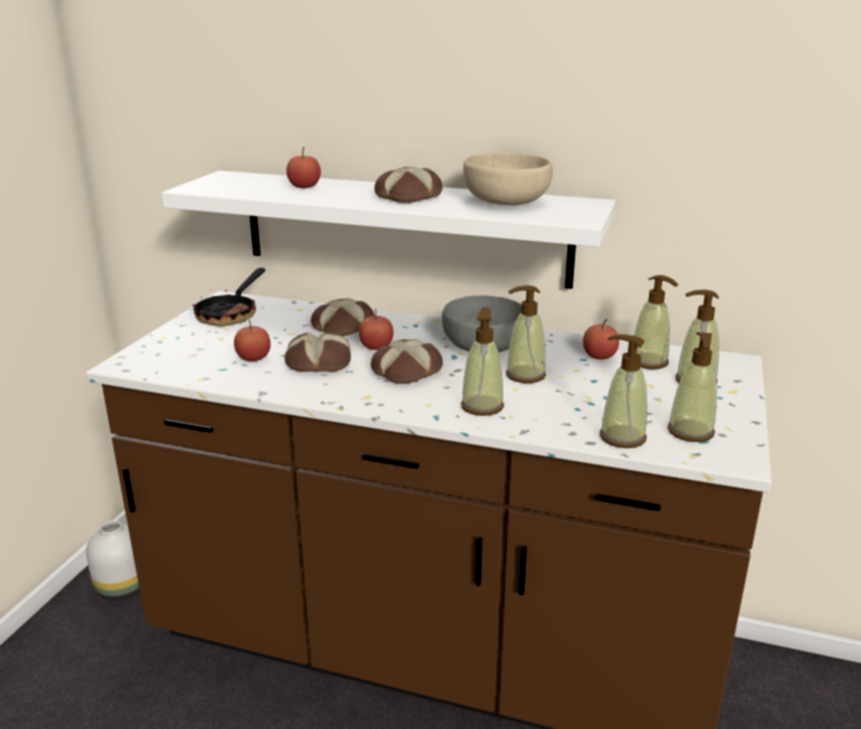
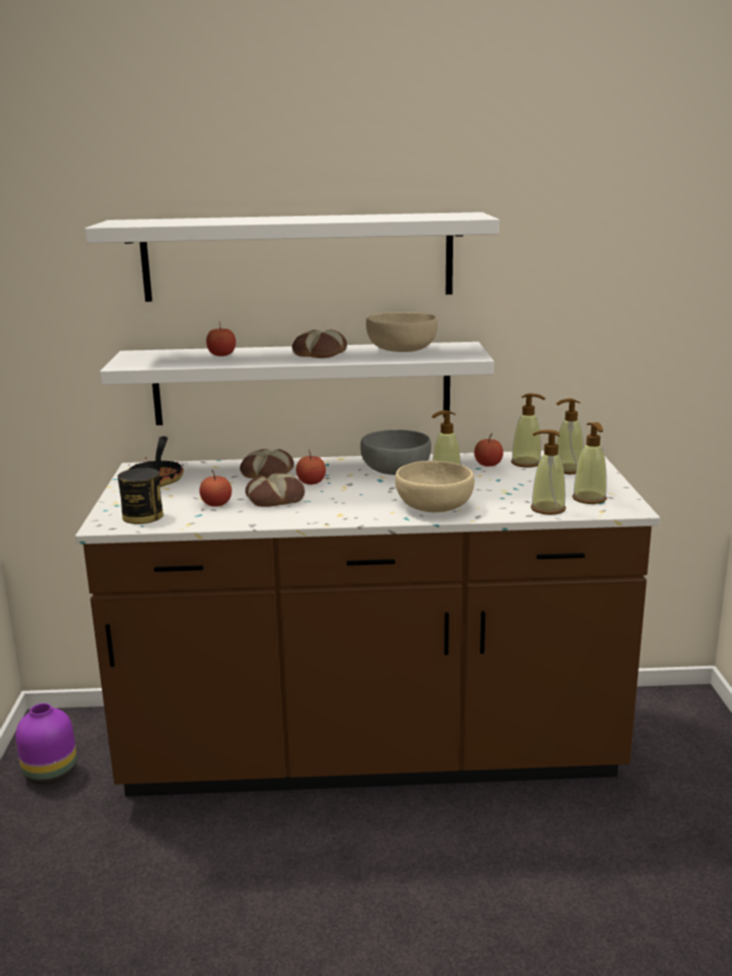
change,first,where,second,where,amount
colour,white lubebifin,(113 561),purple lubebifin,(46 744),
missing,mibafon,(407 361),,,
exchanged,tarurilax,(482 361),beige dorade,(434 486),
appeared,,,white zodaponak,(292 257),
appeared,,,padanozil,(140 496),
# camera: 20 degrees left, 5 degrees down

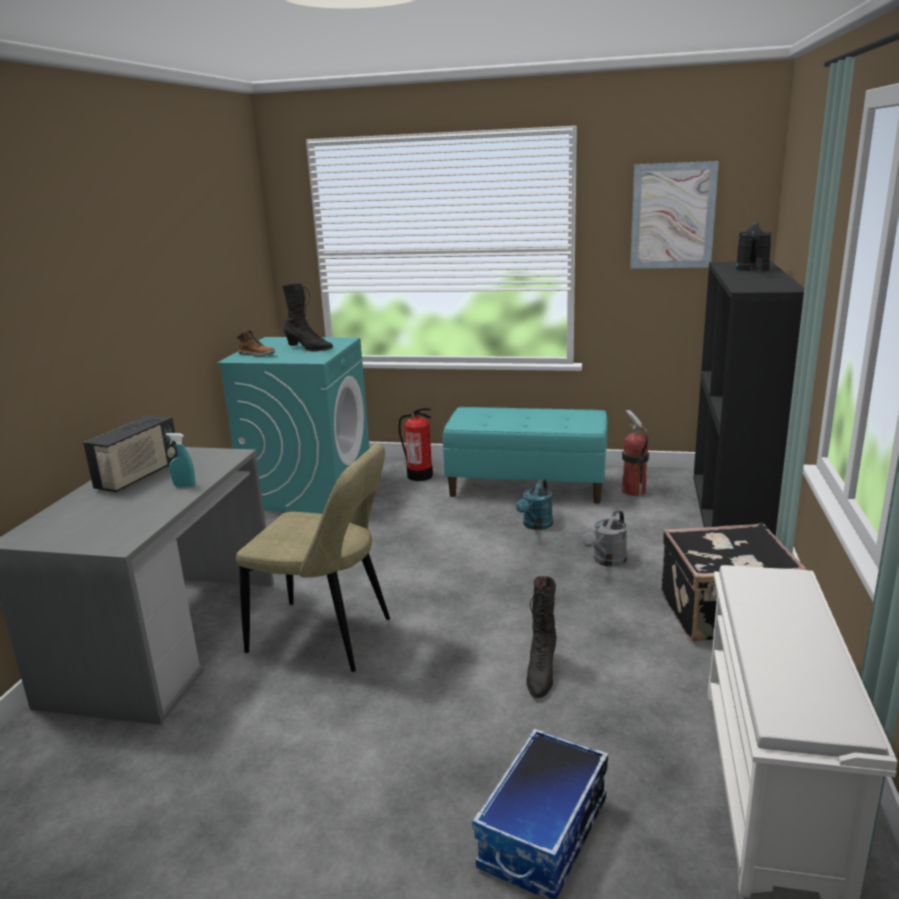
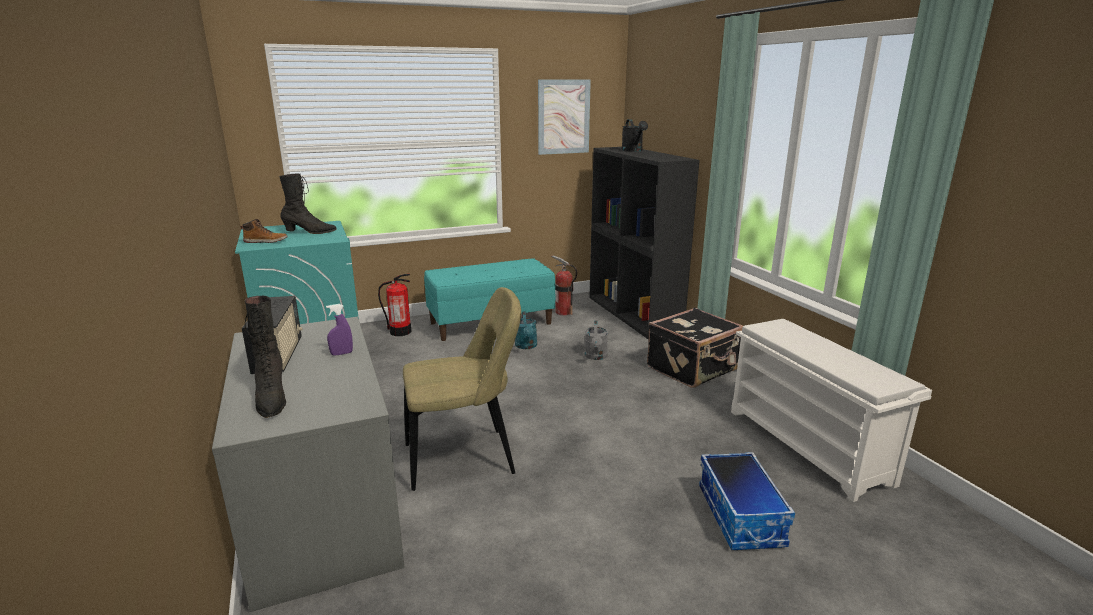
change,first,where,second,where,amount
colour,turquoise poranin,(180 460),purple poranin,(339 329),
relocated,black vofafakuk,(542 637),,(265 357),
# camera: 35 degrees left, 0 degrees up

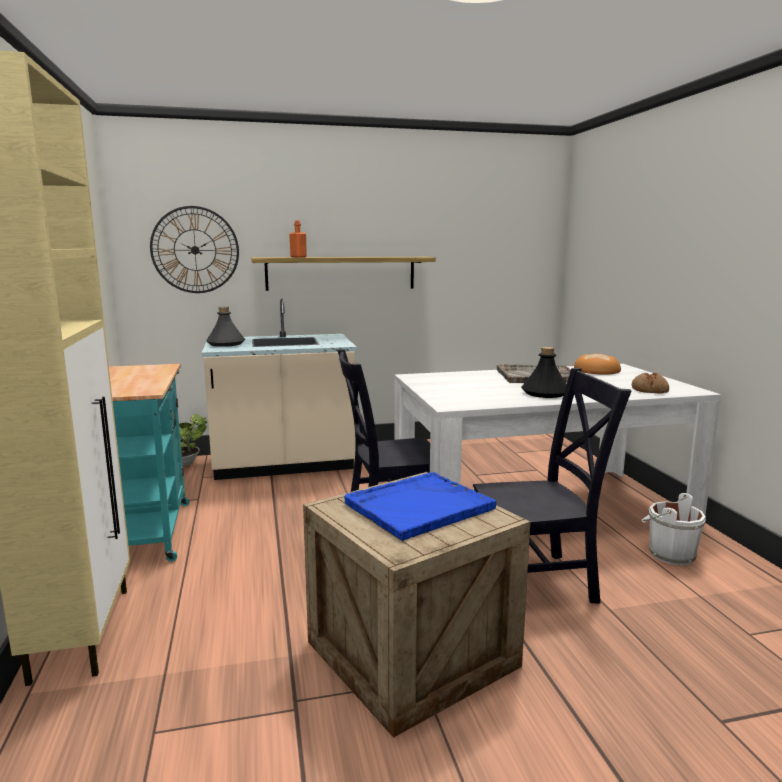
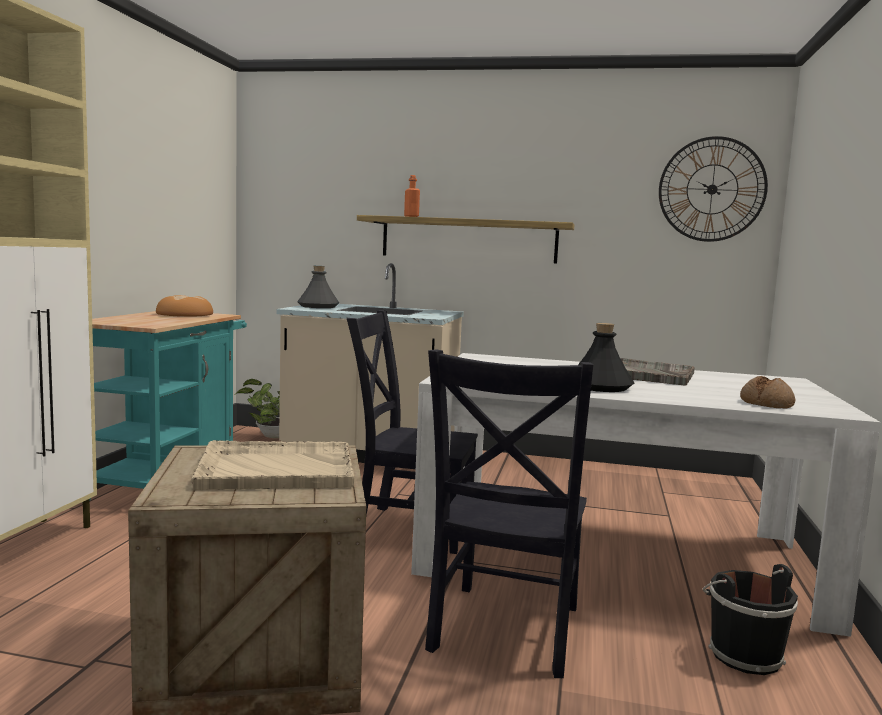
change,first,where,second,where,amount
relocated,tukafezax,(194 249),,(713 189),
colour,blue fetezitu,(420 506),beige fetezitu,(273 465),
spun,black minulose,(552 486),,(509 513),90 degrees clockwise
relocated,mibafon,(597 364),,(184 306),
colour,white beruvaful,(674 529),black beruvaful,(750 619),
# camera: 25 degrees right, 5 degrees down

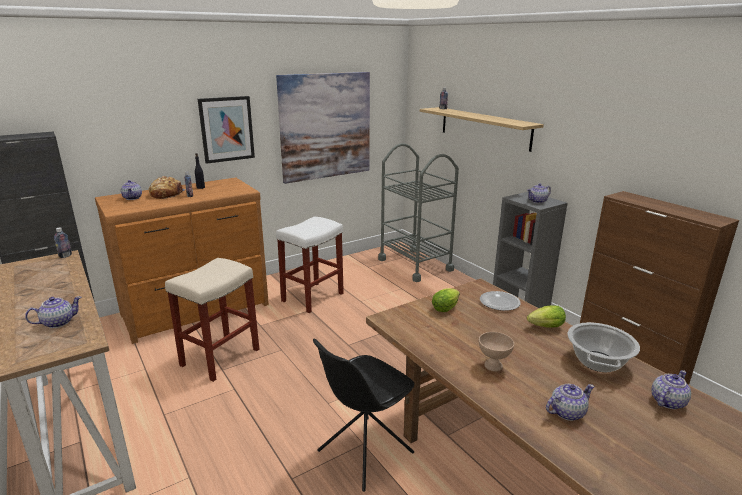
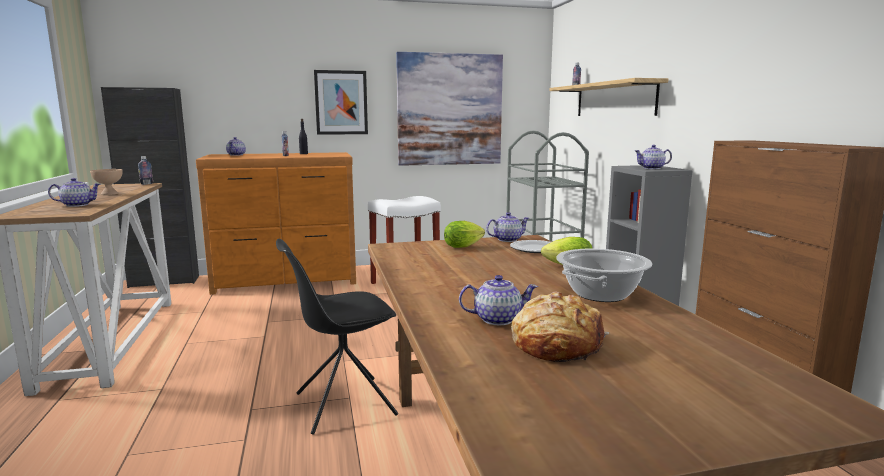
change,first,where,second,where,amount
relocated,mibafon,(167 187),,(560 327),
missing,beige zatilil,(212 320),,,
relocated,beige dorade,(496 352),,(106 182),
relocated,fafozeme,(671 389),,(507 227),
# camera: 20 degrees right, 10 degrees down

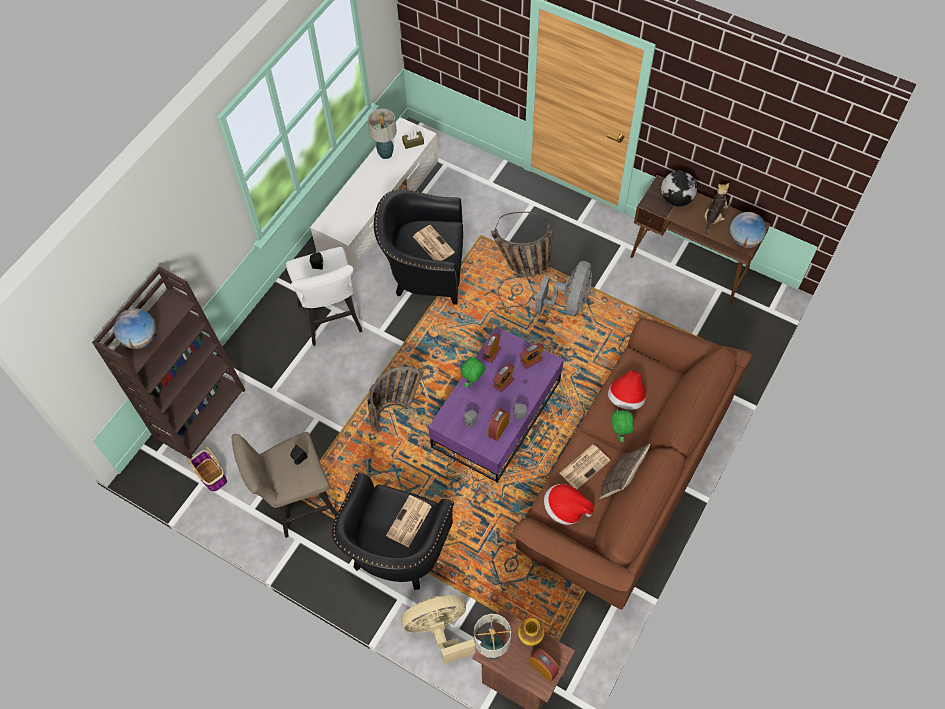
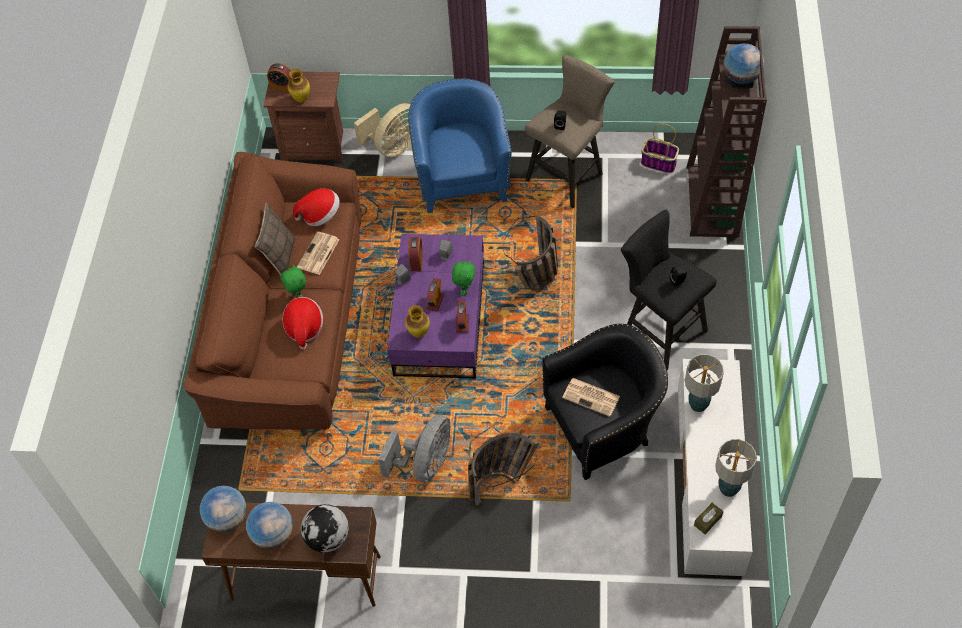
change,first,where,second,where,amount
colour,white zatilil,(324 296),black zatilil,(669 290),
colour,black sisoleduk,(393 531),blue sisoleduk,(460 146),
missing,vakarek,(409 521),,,
relocated,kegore,(492 637),,(704 383),
exchanged,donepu,(532 356),lubebifin,(417 321),
spun,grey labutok,(563 288),,(414 449),150 degrees counterclockwise
exchanged,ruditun,(716 209),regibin,(269 525),
# camera: 155 degrees right, 5 degrees down

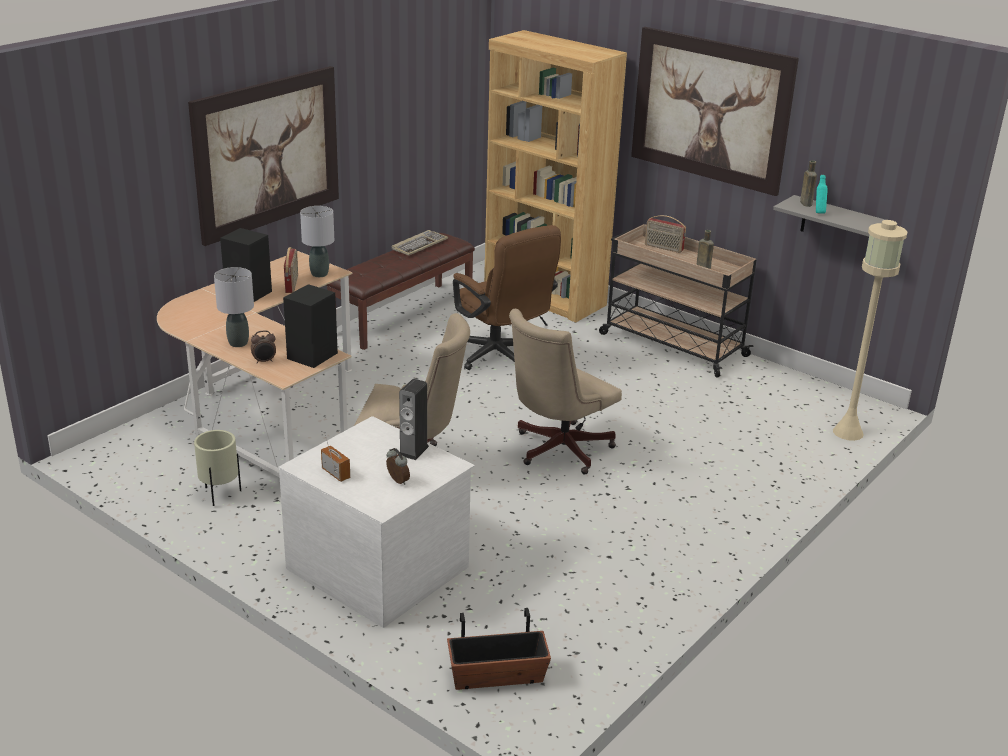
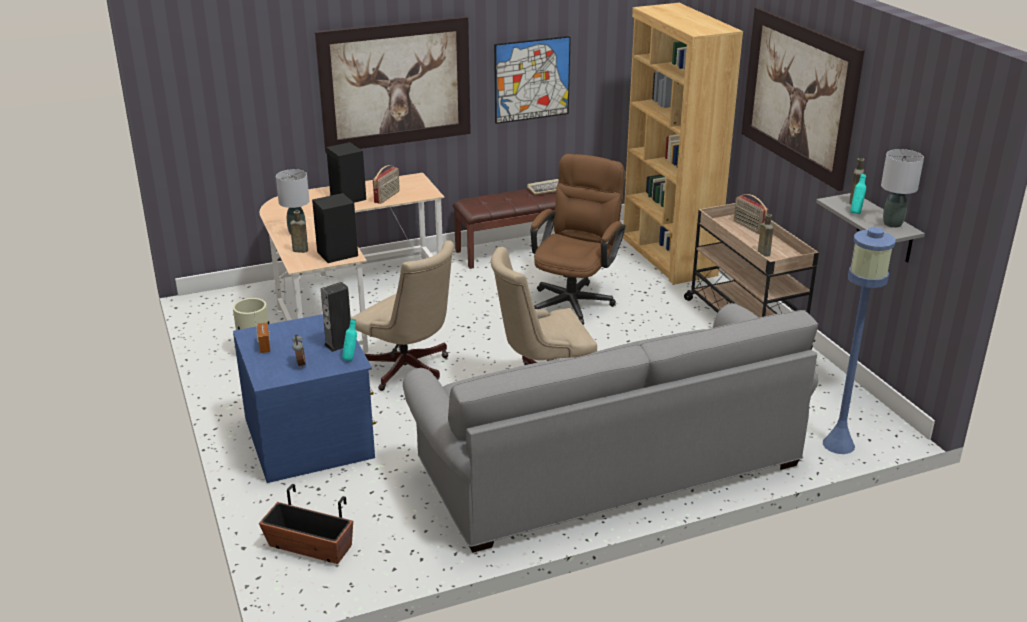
change,first,where,second,where,amount
exchanged,donepu,(263 347),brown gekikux,(299 231),
colour,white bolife,(377 522),blue bolife,(304 398),
relocated,grey kegore,(317 241),,(902 188),
spun,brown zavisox,(507 297),,(578 239),150 degrees counterclockwise
colour,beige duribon,(870 330),blue duribon,(859 340),
appeared,,,turquoise gekikux,(349 340),
appeared,,,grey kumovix,(610 428),
appeared,,,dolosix,(532 80),
# camera: 30 degrees right, 0 degrees up

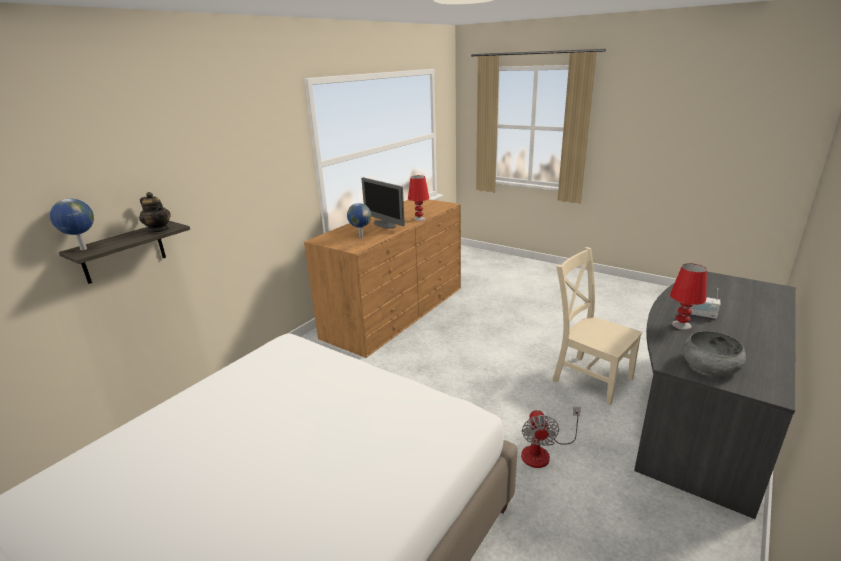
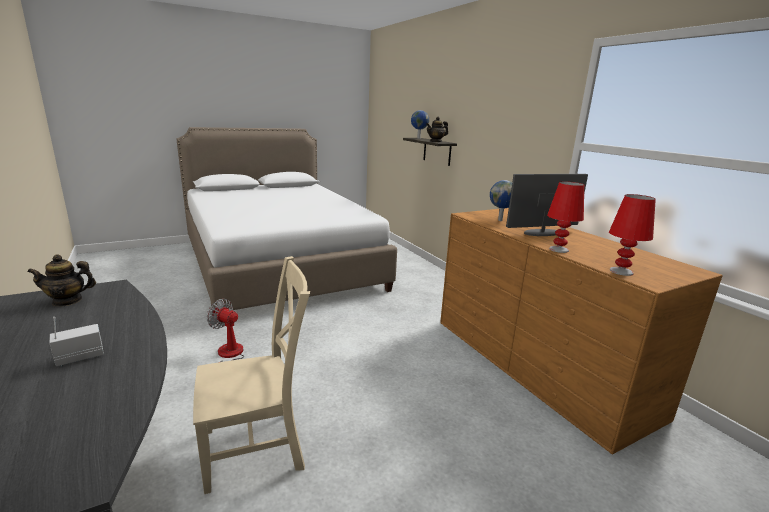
change,first,where,second,where,amount
relocated,red kegore,(688 296),,(632 235),
exchanged,grey dorade,(714 353),fafozeme,(61 280),
# camera: 115 degrees right, 5 degrees down

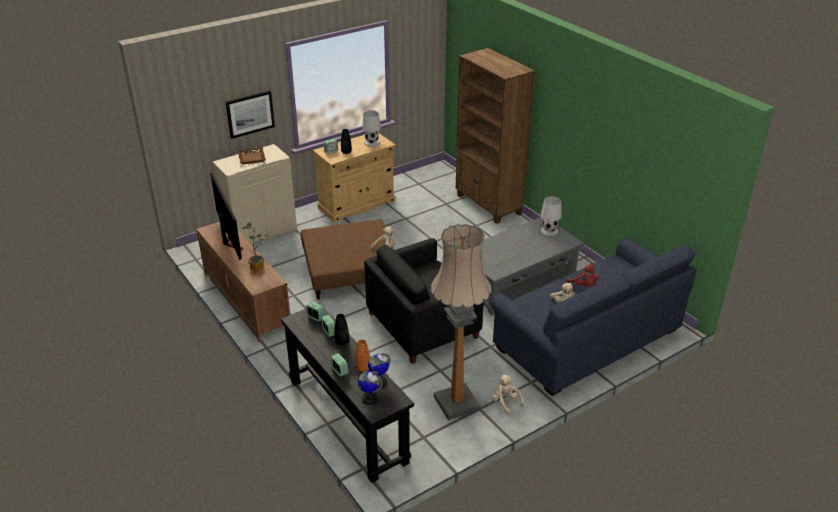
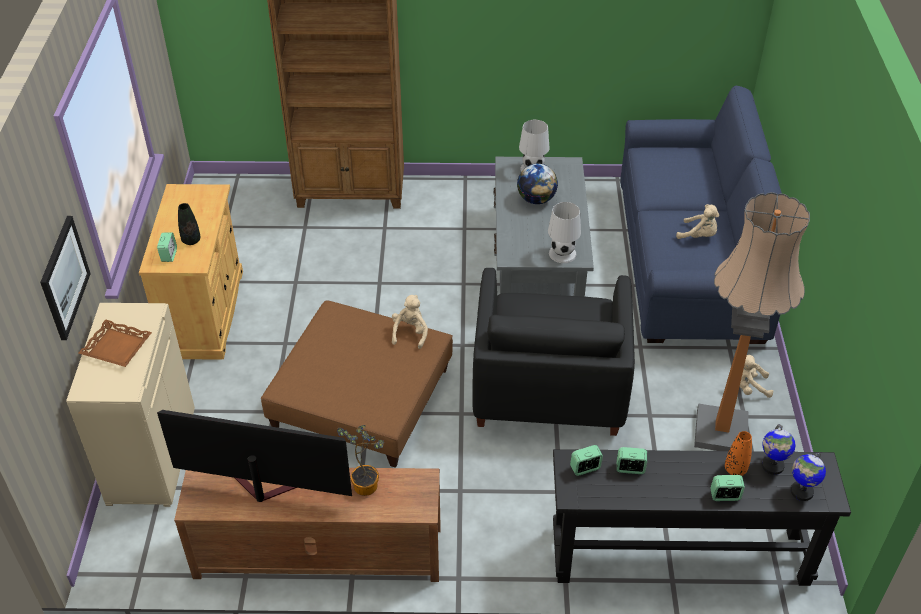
change,first,where,second,where,amount
missing,black lubebifin,(341 330),,,
relocated,white kegore,(371 128),,(564 232),
missing,red ruditun,(583 275),,,
appeared,,,regibin,(537 184),
# camera: 55 degrees left, 10 degrees up

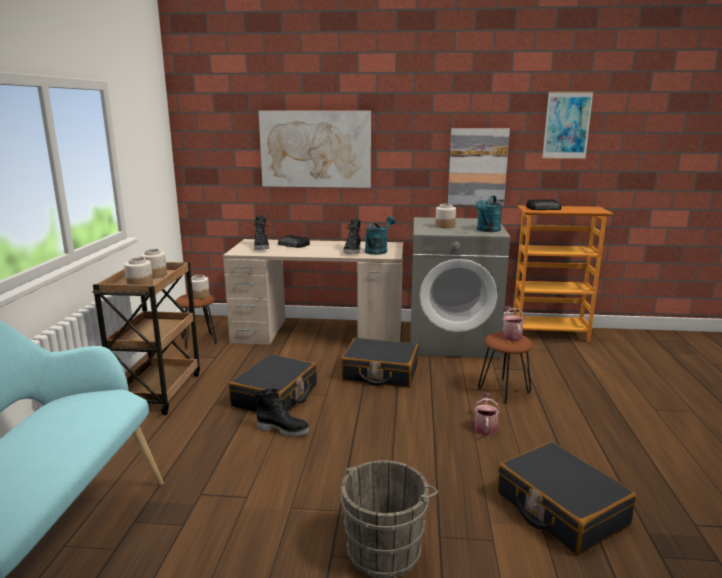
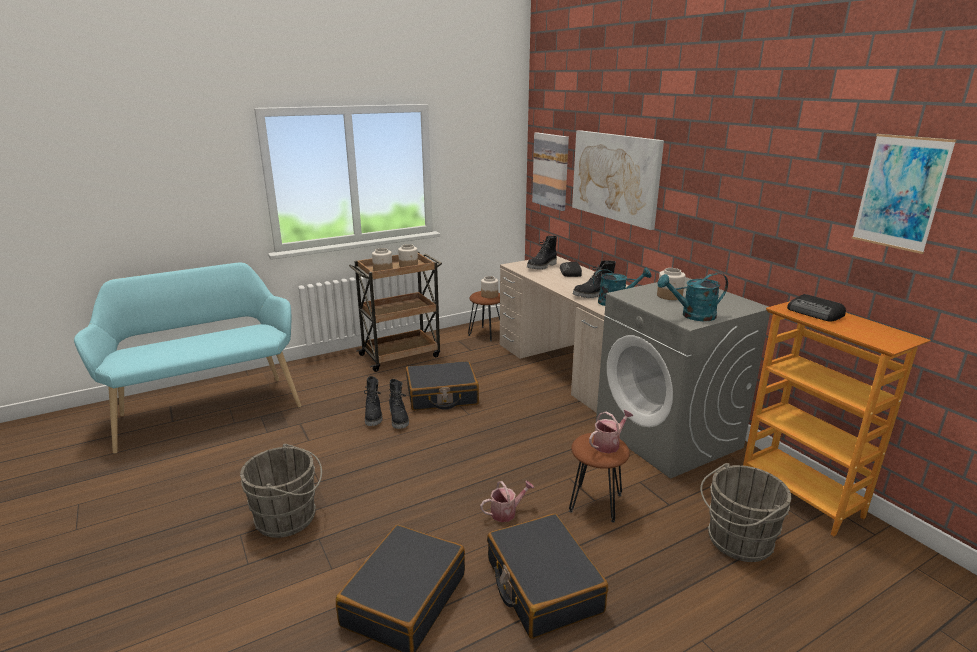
change,first,where,second,where,amount
relocated,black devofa,(379 363),,(547 576),
relocated,dolosix,(479 167),,(550 171),
appeared,,,black vofafakuk,(373 401),
appeared,,,grey beruvaful,(745 512),
# camera: 55 degrees right, 5 degrees up

